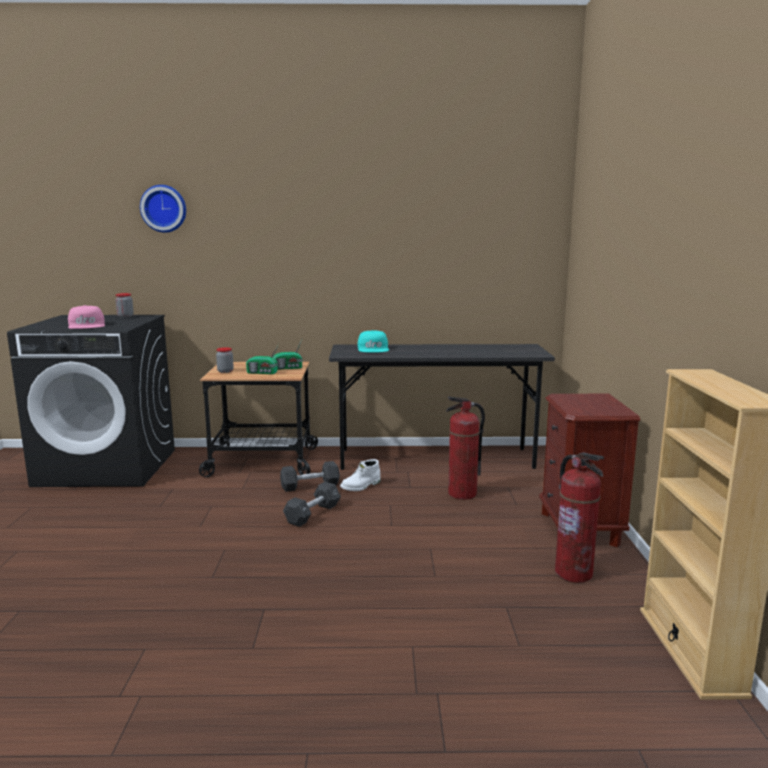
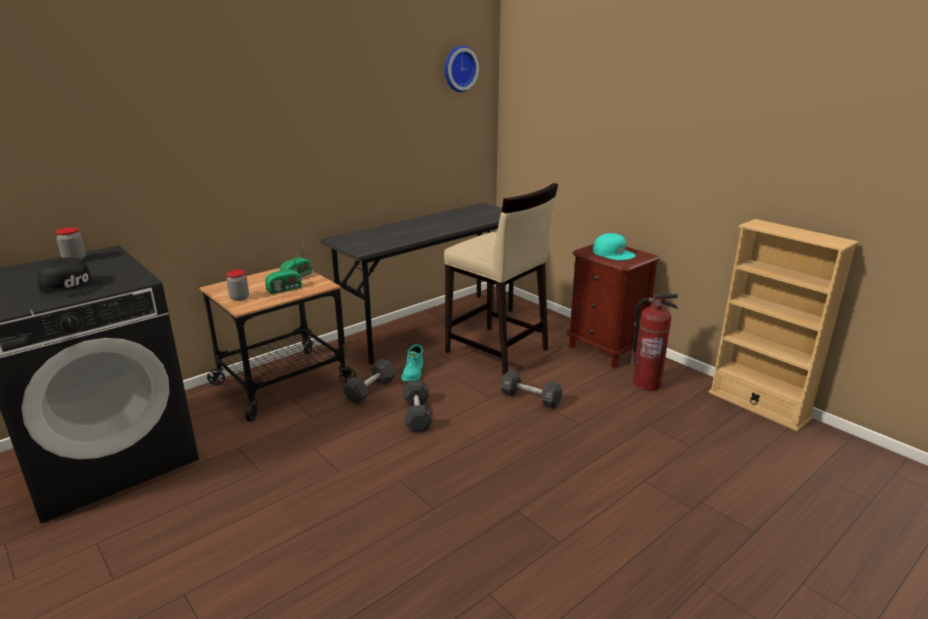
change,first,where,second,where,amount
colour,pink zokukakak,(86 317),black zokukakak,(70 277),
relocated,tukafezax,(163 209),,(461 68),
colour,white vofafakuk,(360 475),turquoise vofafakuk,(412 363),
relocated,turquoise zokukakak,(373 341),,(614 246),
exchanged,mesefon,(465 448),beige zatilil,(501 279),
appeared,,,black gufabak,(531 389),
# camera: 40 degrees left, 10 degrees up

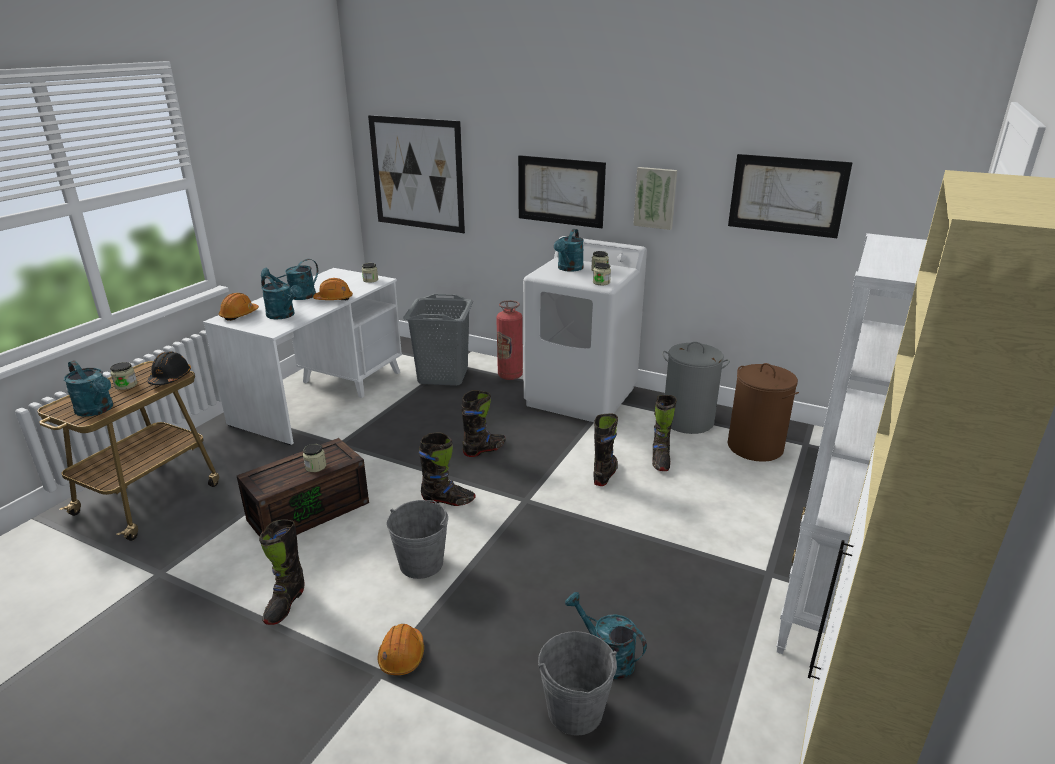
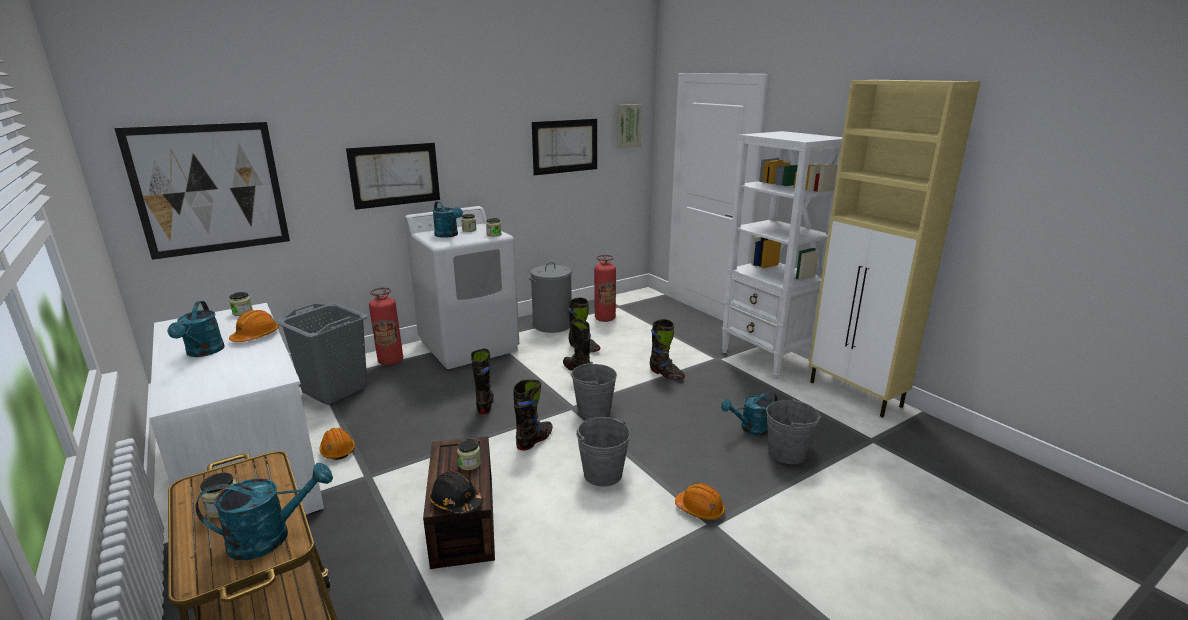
change,first,where,second,where,amount
relocated,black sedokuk,(169 368),,(456 493),
relocated,orange sedokuk,(239 307),,(337 443),
relocated,black vofafakuk,(281 572),,(667 349),
missing,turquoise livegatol,(281 297),,,
relocated,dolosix,(655 198),,(629 126),
exchanged,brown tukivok,(763 412),mesefon,(605 288),
appeared,,,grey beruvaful,(593 390),
# camera: 60 degrees left, 5 degrees down

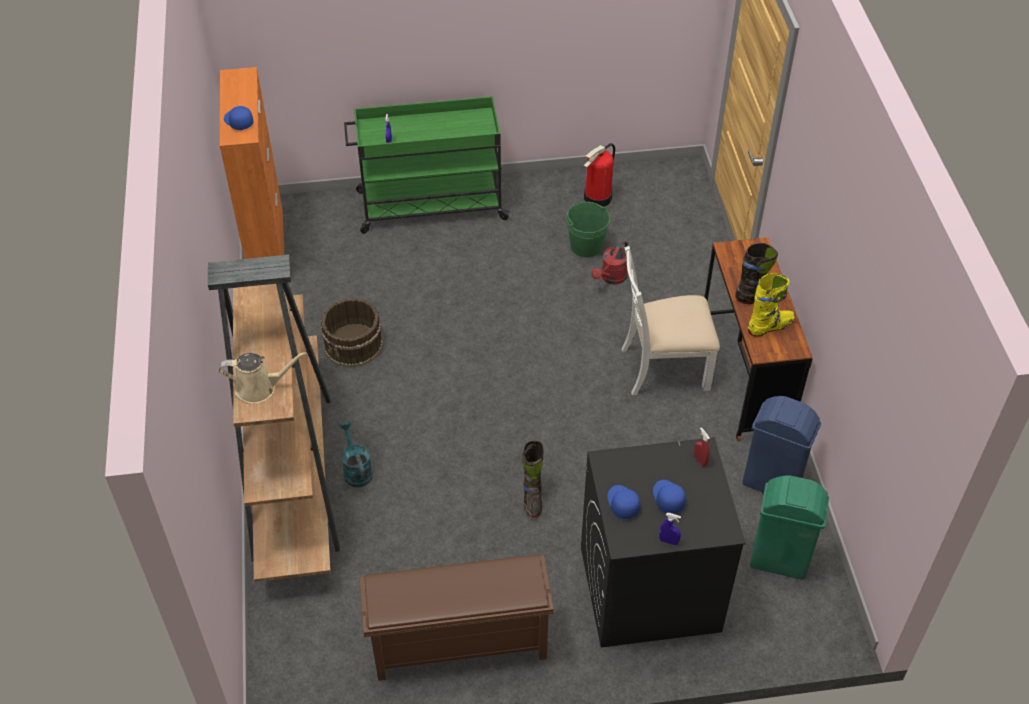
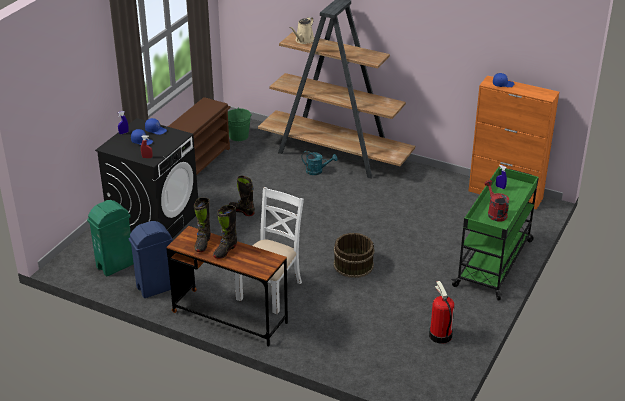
change,first,where,second,where,amount
relocated,brown beruvaful,(352 332),,(354 255),
relocated,green beruvaful,(588 230),,(240 124),
relocated,red livegatol,(609 263),,(496 201),
colour,yellow vofafakuk,(771 305),black vofafakuk,(202 224),
# camera: 125 degrees right, 15 degrees down

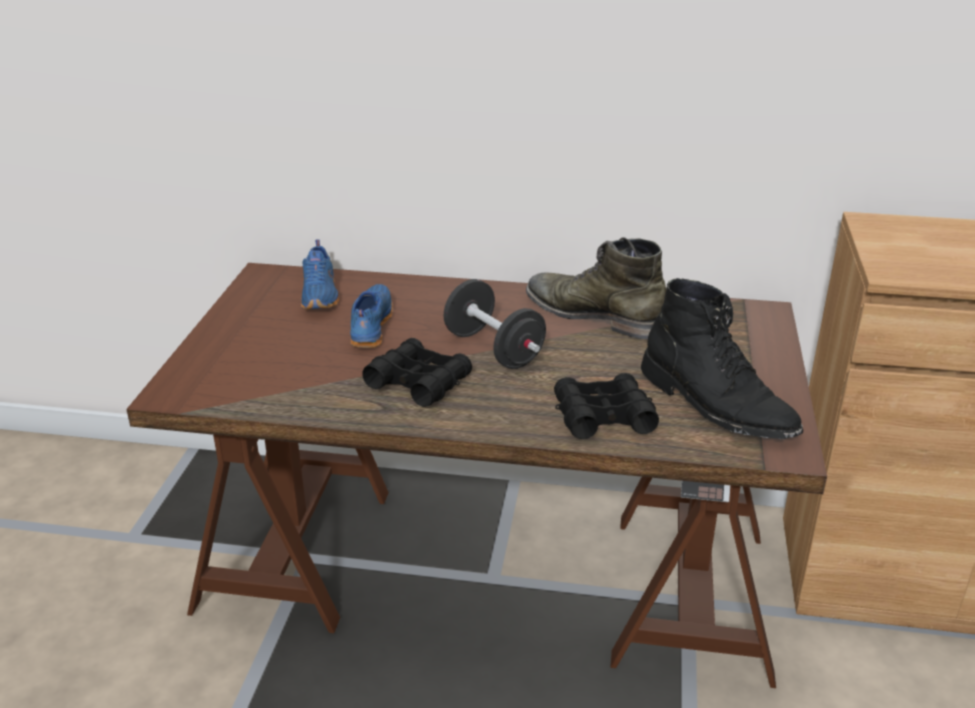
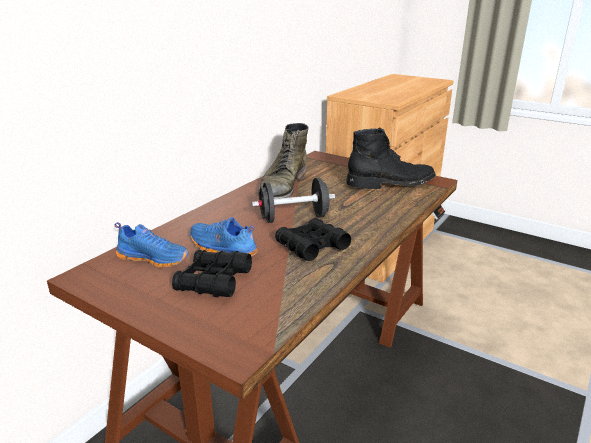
change,first,where,second,where,amount
spun,green vofafakuk,(596 288),,(283 161),45 degrees counterclockwise
relocated,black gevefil,(606 406),,(212 273),
# camera: 65 degrees left, 5 degrees down

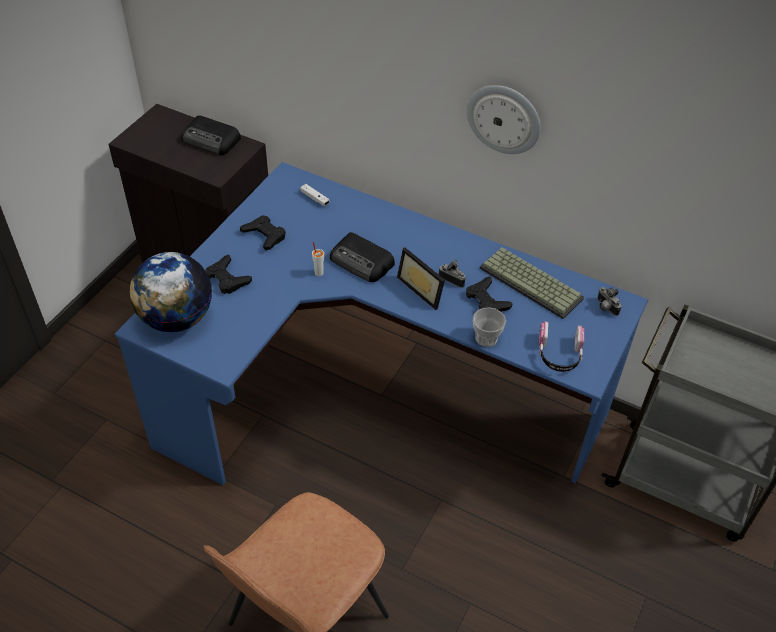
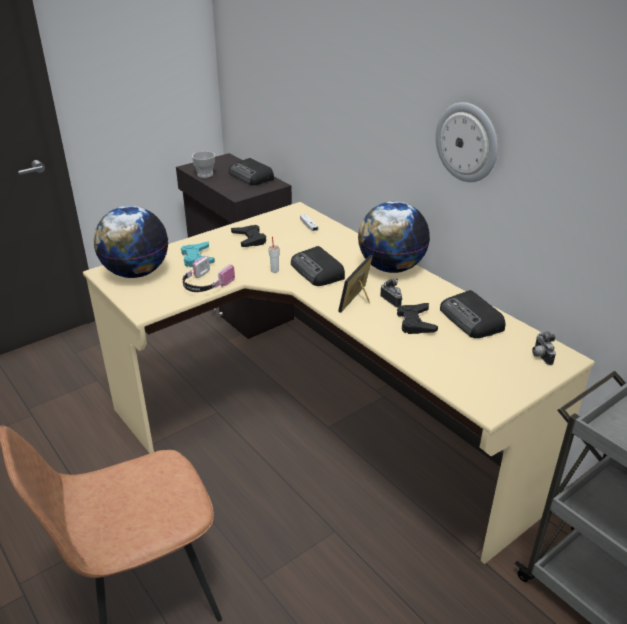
change,first,where,second,where,amount
colour,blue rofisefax,(381 323),beige rofisefax,(339 383),
colour,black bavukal,(228 274),turquoise bavukal,(198 254),
spun,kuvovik,(421 278),,(355 284),45 degrees clockwise
relocated,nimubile,(489 327),,(203 164),
exchanged,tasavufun,(532 283),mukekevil,(472 314),
relocated,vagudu,(561 346),,(209 274),
appeared,,,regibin,(394 237),
# camera: 25 degrees right, 15 degrees down

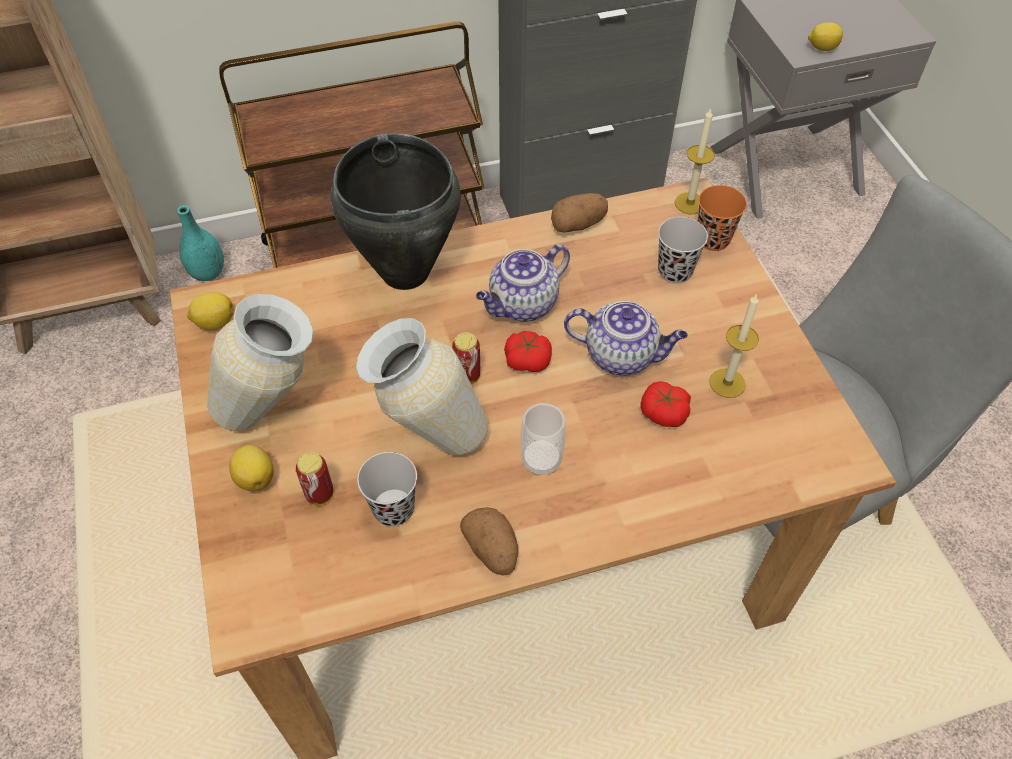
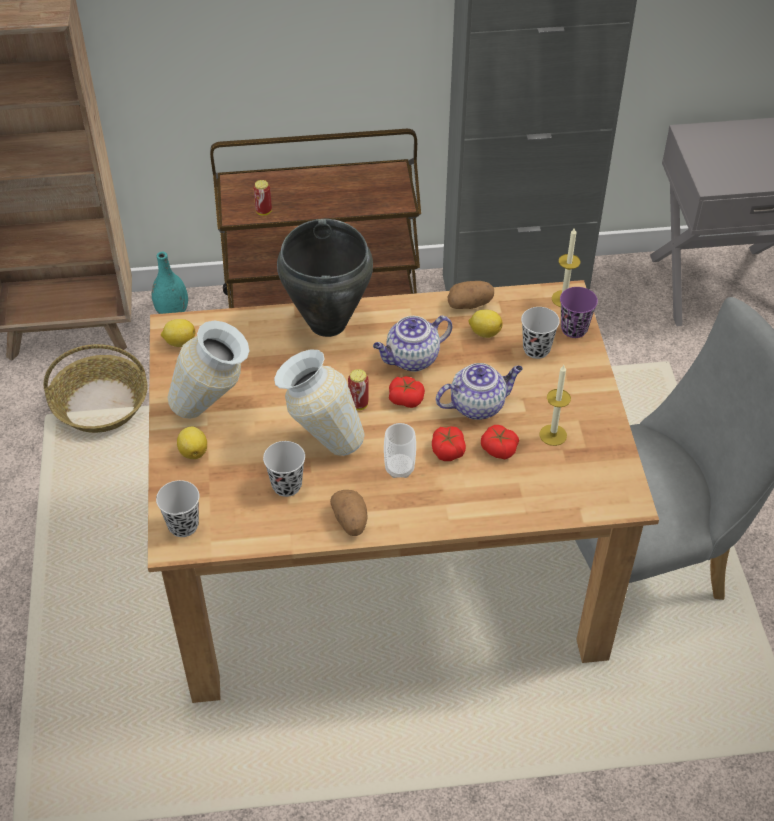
change,first,where,second,where,amount
relocated,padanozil,(315 479),,(262 198),
spun,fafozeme,(626 338),,(479 391),45 degrees counterclockwise
colour,orange nimubile,(722 218),purple nimubile,(579 312),
relocated,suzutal,(825 36),,(485 323),
appeared,,,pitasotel,(96 388),
appeared,,,black nimubile,(178 508),
appeared,,,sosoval,(449 443),
# camera: 10 degrees right, 5 degrees down

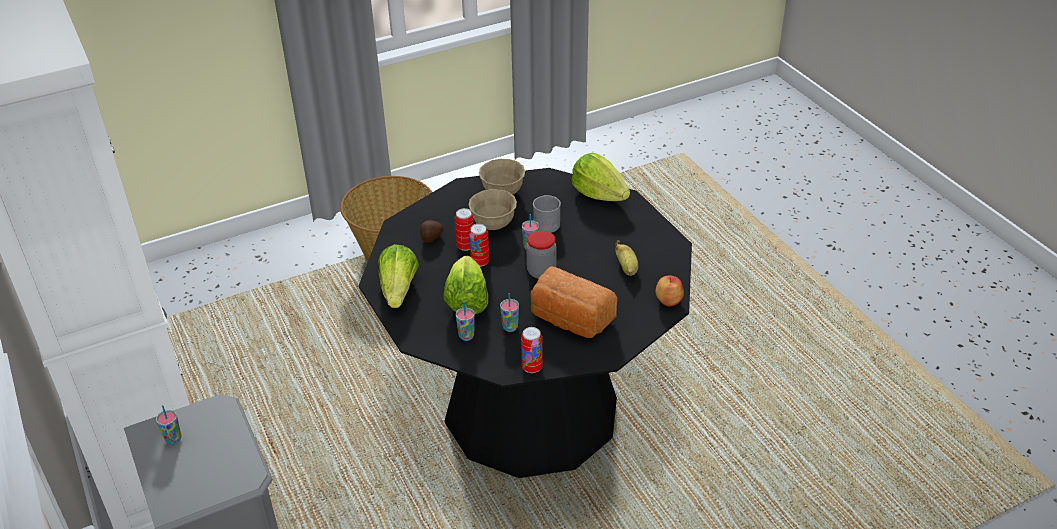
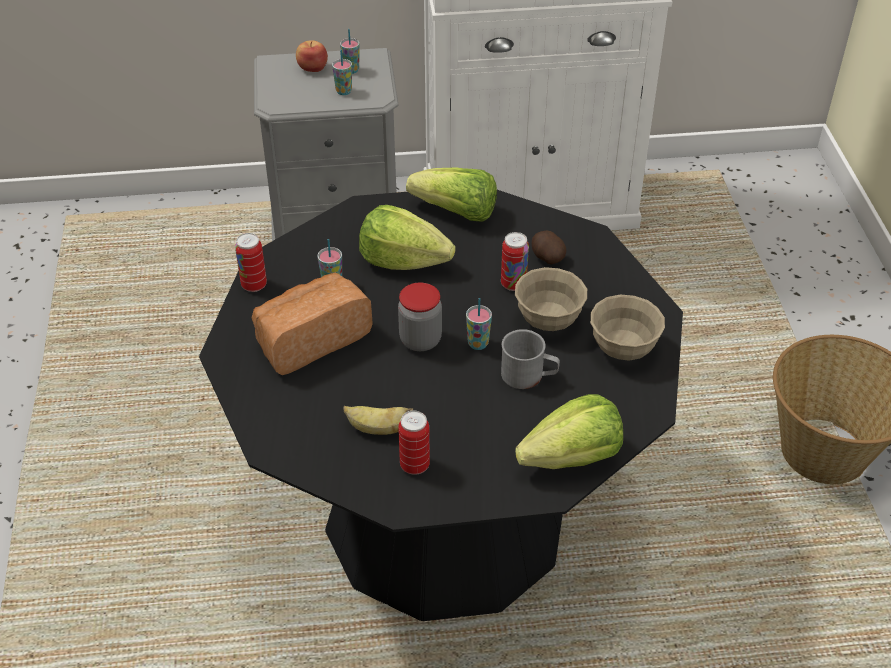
change,first,where,second,where,amount
relocated,nimubile,(465 321),,(342 72),
relocated,padanozil,(479 245),,(414 443),
relocated,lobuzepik,(670 290),,(312 56),
# camera: 110 degrees right, 5 degrees up

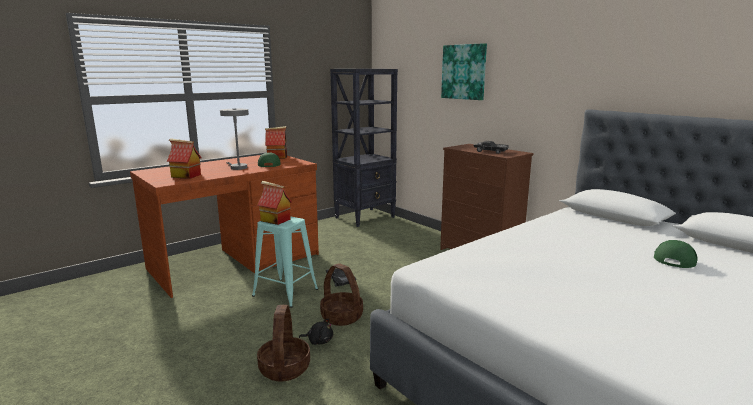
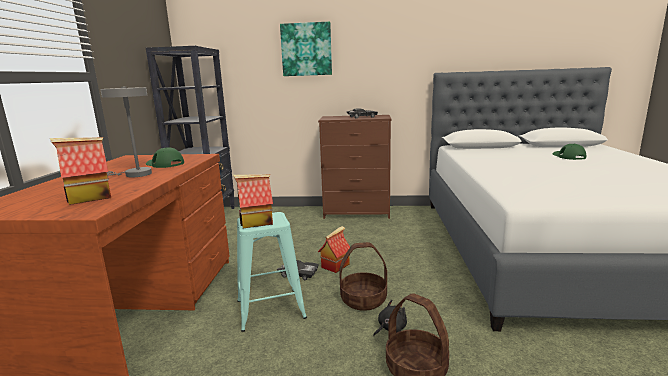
change,first,where,second,where,amount
relocated,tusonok,(276 142),,(334 249),
# camera: 45 degrees left, 0 degrees up

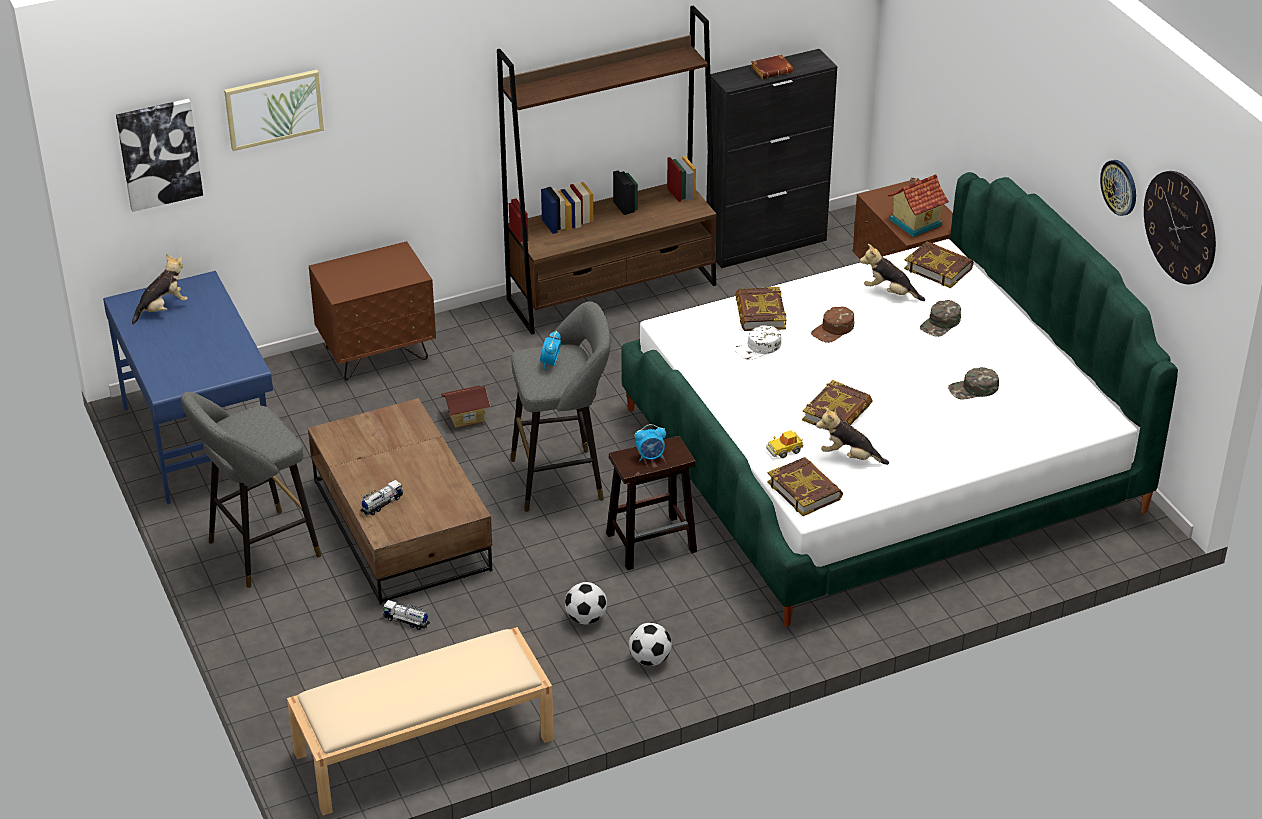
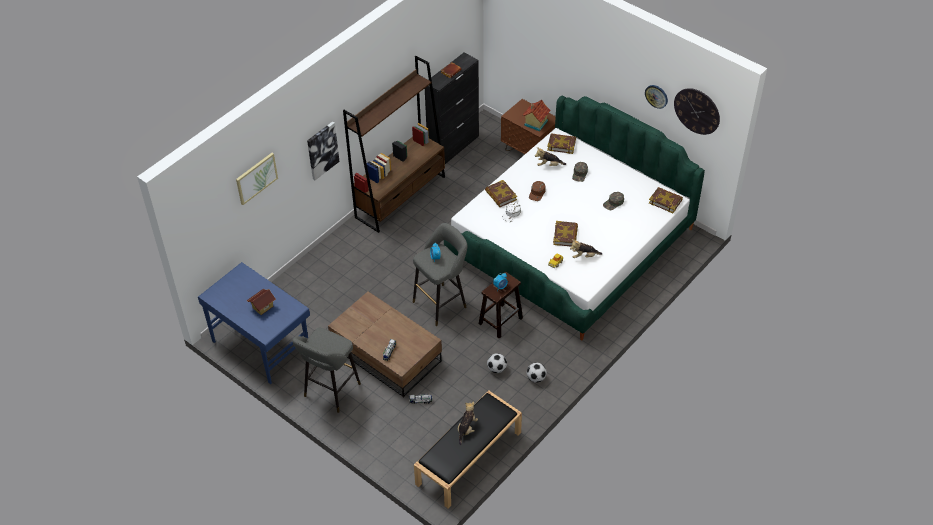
change,first,where,second,where,amount
relocated,dolosix,(159 155),,(323 150),
relocated,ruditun,(160 289),,(468 423),
colour,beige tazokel,(420 721),black tazokel,(468 449),
missing,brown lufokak,(372 310),,,
relocated,tusonok,(466 406),,(261 302),
relocated,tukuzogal,(805 486),,(666 200),
# camera: 25 degrees left, 10 degrees up

